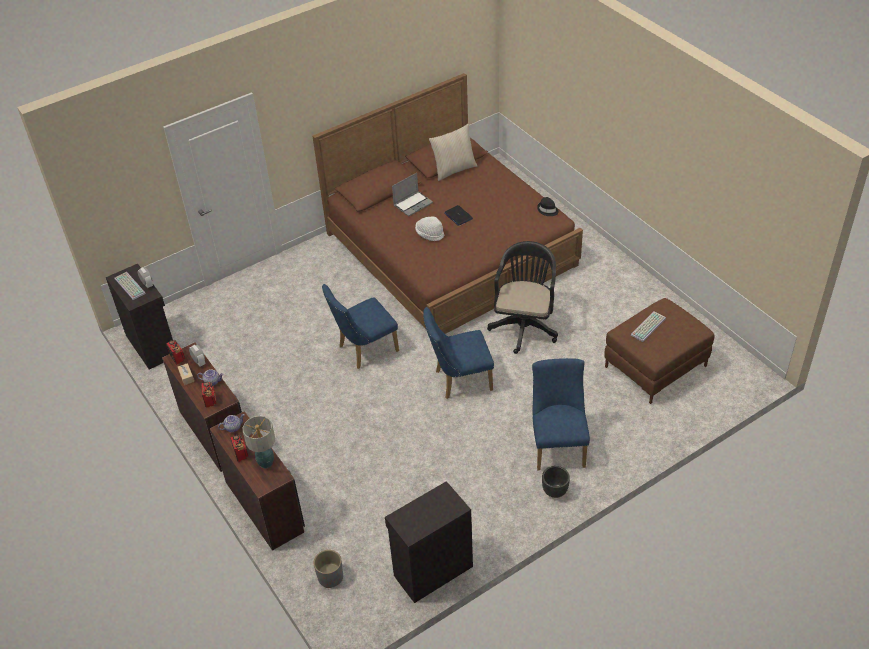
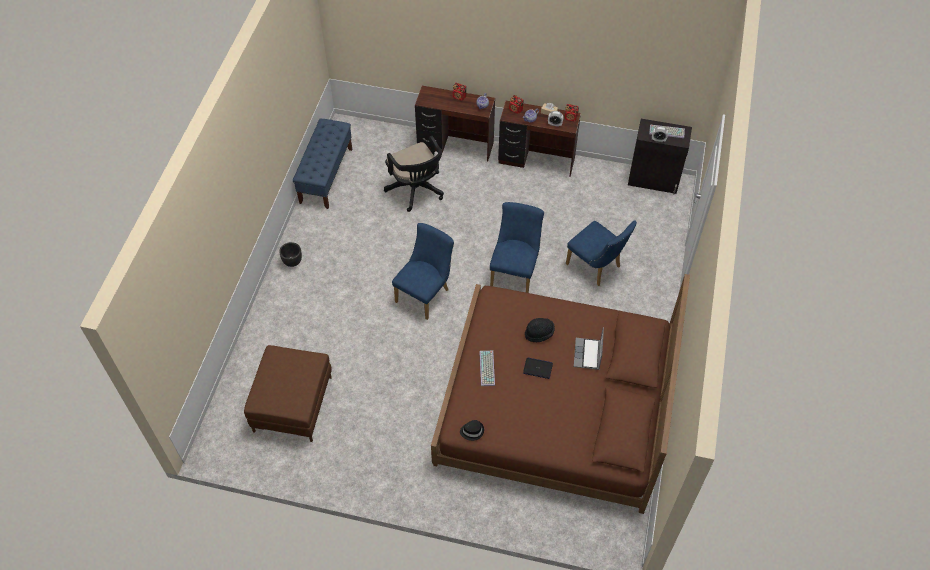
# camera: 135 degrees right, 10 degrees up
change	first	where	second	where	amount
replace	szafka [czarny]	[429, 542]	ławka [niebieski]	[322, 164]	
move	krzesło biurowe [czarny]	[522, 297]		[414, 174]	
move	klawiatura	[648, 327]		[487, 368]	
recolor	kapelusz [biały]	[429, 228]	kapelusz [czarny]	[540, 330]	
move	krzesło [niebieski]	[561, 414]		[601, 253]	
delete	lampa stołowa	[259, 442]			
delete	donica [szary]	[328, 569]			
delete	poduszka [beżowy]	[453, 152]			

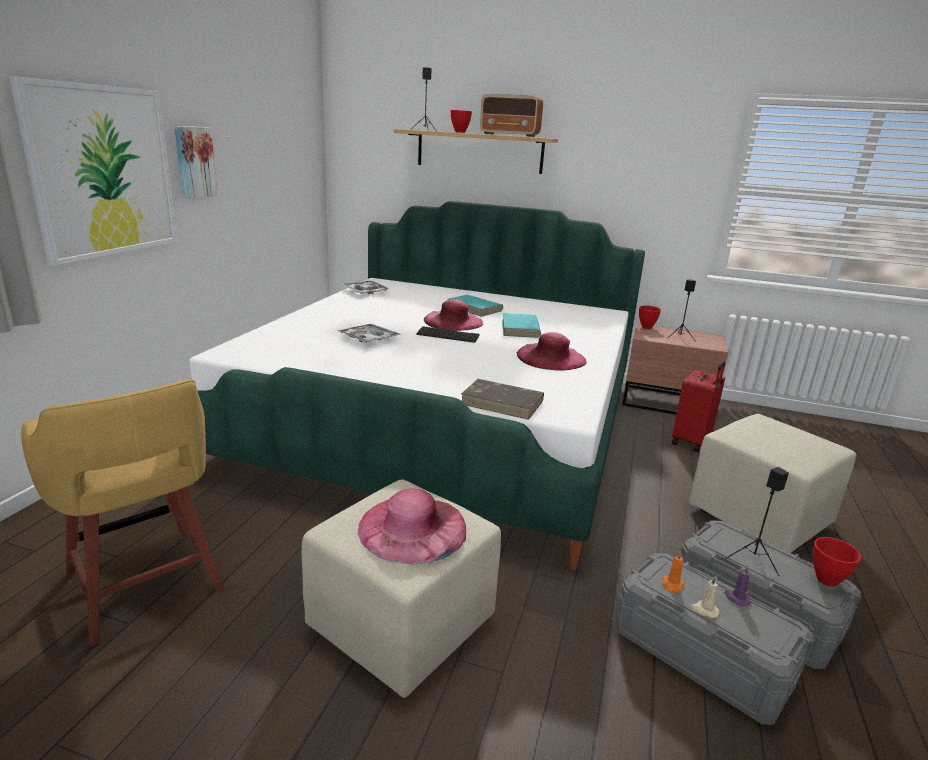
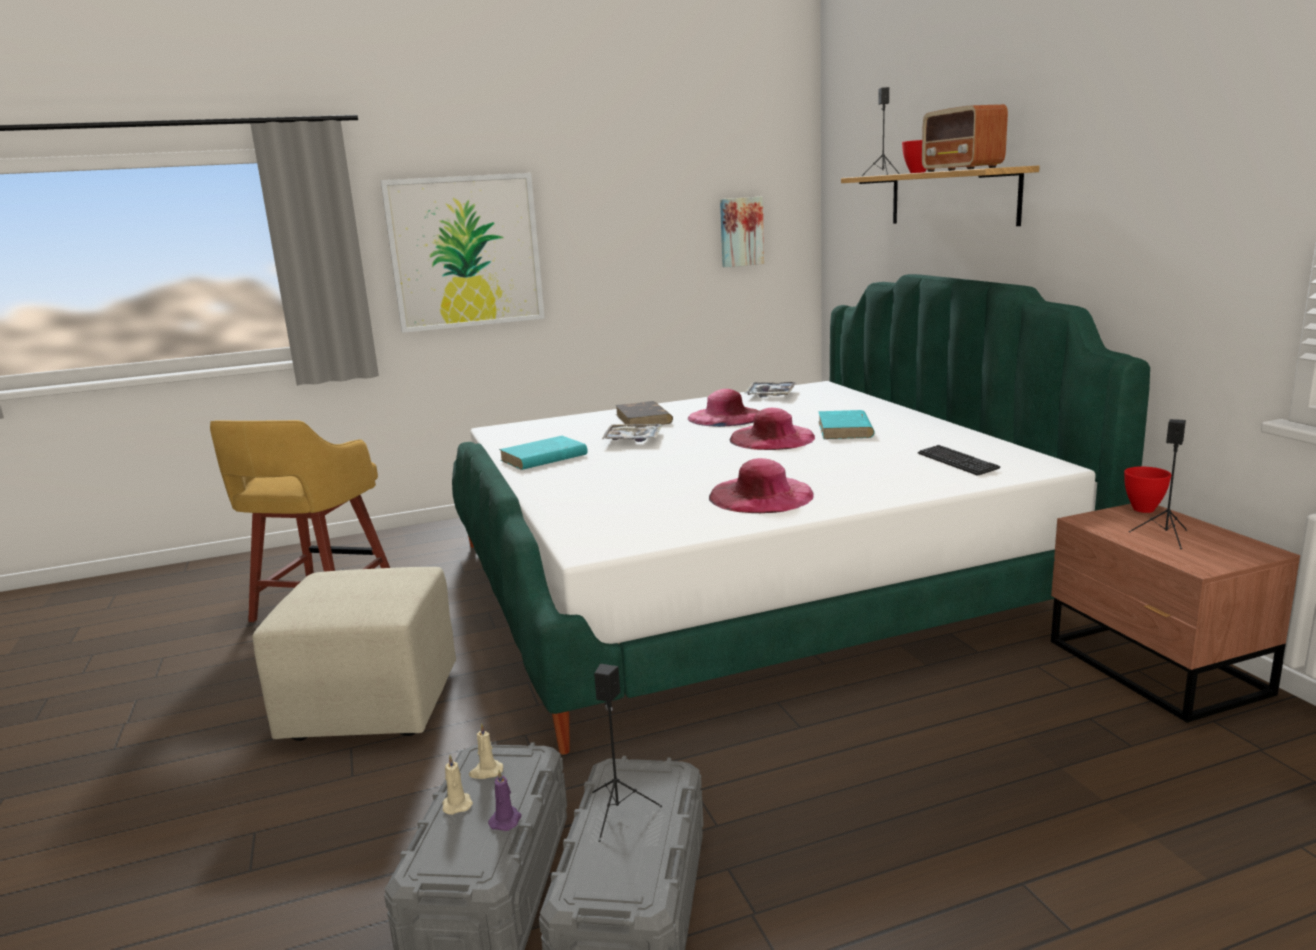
# camera: 55 degrees right, 5 degrees down
change	first	where	second	where	amount
recolor	świeca [pomarańczowy]	[674, 572]	świeca [beżowy]	[486, 751]	
move	książka [turkusowy]	[521, 325]		[543, 453]	
move	książka [brązowy]	[502, 399]		[644, 414]	
move	kapelusz [różowy]	[412, 526]		[723, 408]	
move	obraz	[196, 162]		[742, 232]	
move	klawiatura	[448, 334]		[959, 460]	
delete	walizka [czerwony]	[698, 406]			
delete	pufa [beżowy]	[772, 483]			
delete	miska [czerwony]	[837, 562]			

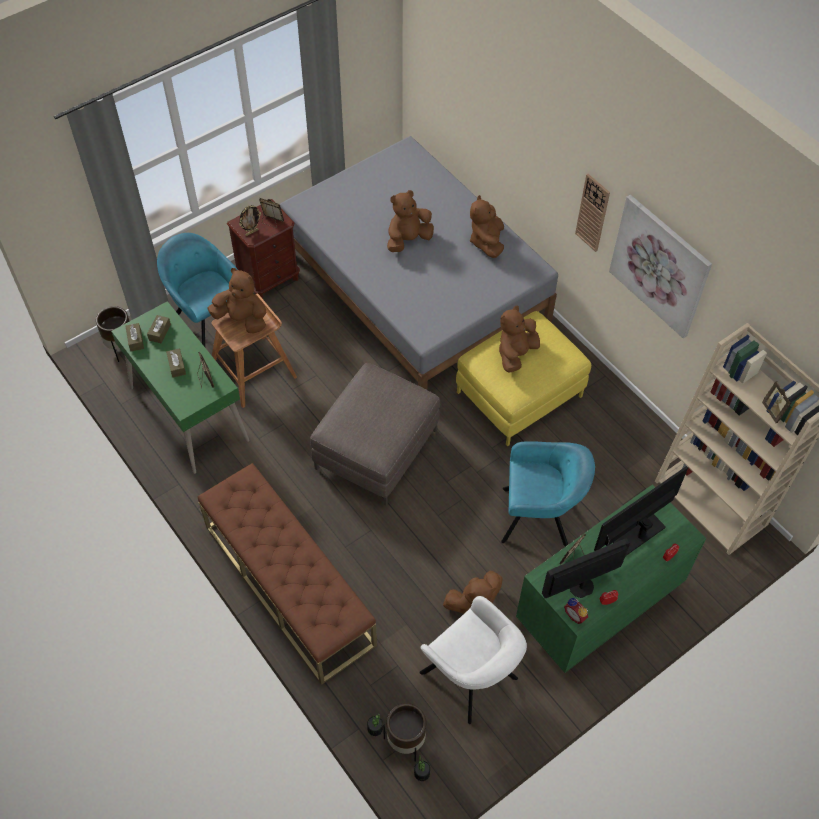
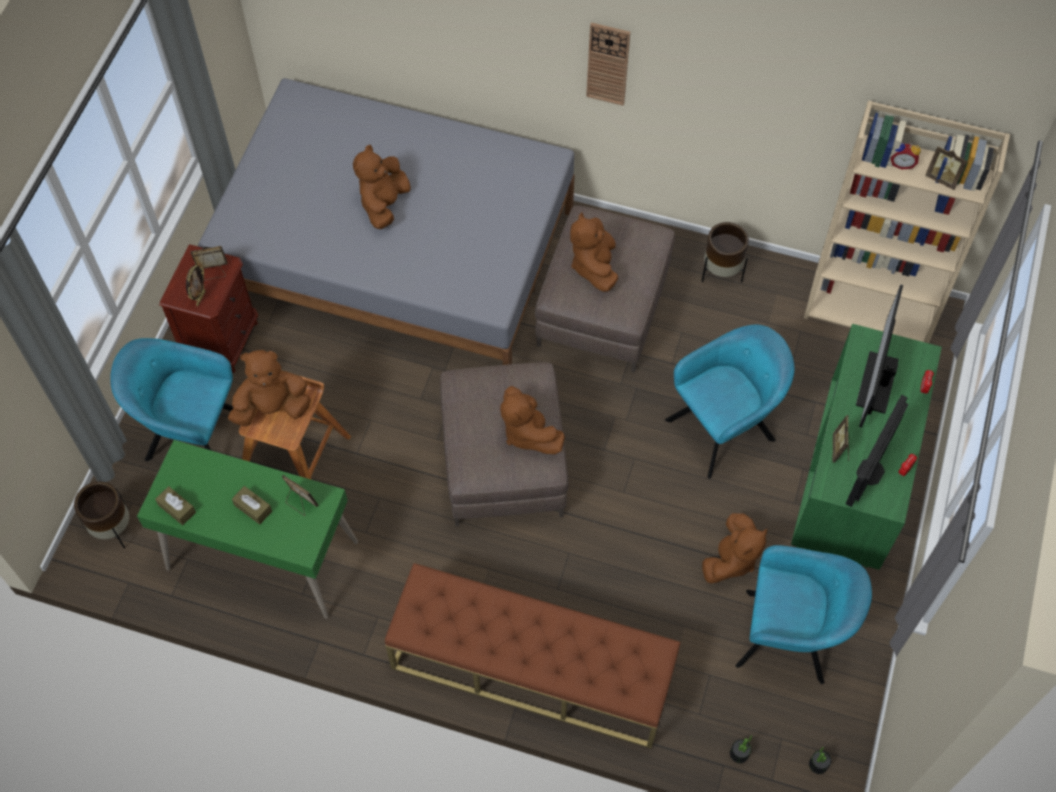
# camera: 35 degrees left, 5 degrees up
change	first	where	second	where	amount
move	pluszak [brązowy]	[487, 226]		[532, 420]	
recolor	pufa [żółty]	[523, 378]	pufa [brązowy]	[605, 288]	
move	donica [brązowy]	[404, 732]		[725, 252]	
recolor	fotel [biały]	[473, 660]	fotel [turkusowy]	[804, 614]	
move	budzik	[576, 611]		[905, 156]	
delete	pudełko chusteczek [brązowy]	[159, 329]			
delete	obraz	[660, 267]			

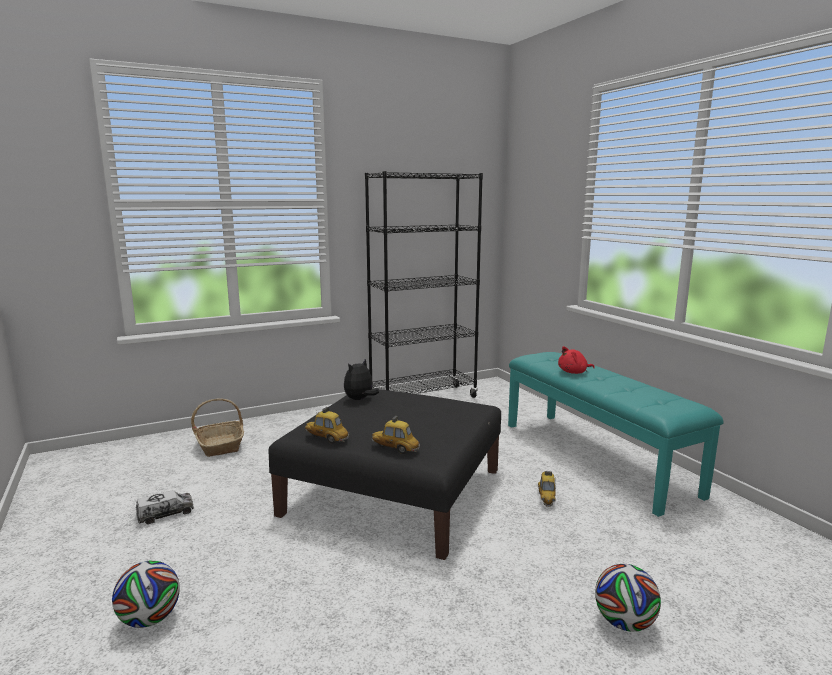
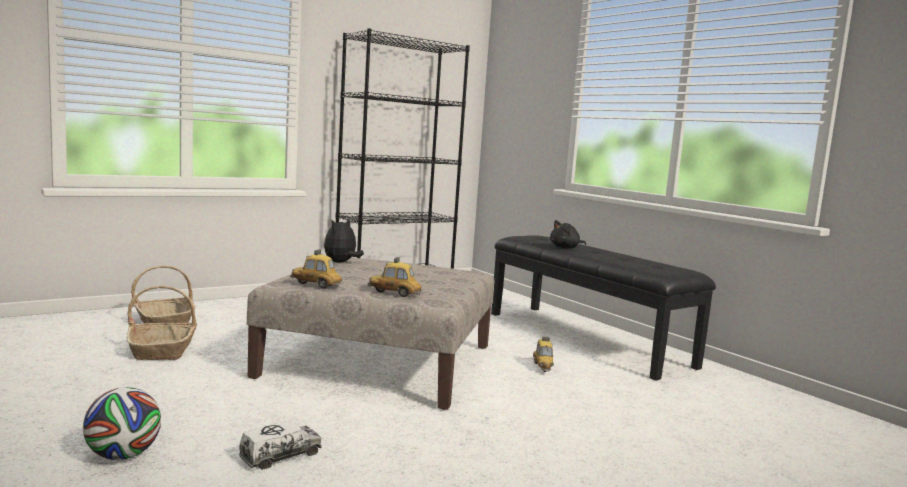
# camera: 10 degrees left, 5 degrees down
change	first	where	second	where	amount
insert			koszyk	[162, 323]	
move	ciężarówka zabawkowa	[165, 507]		[280, 445]	
recolor	pufa [czarny]	[385, 474]	pufa [beżowy]	[371, 333]	
recolor	ławka [turkusowy]	[616, 434]	ławka [czarny]	[603, 308]	
recolor	pluszak [czerwony]	[576, 360]	pluszak [czarny]	[568, 234]	
delete	piłka futbolowa	[628, 598]			

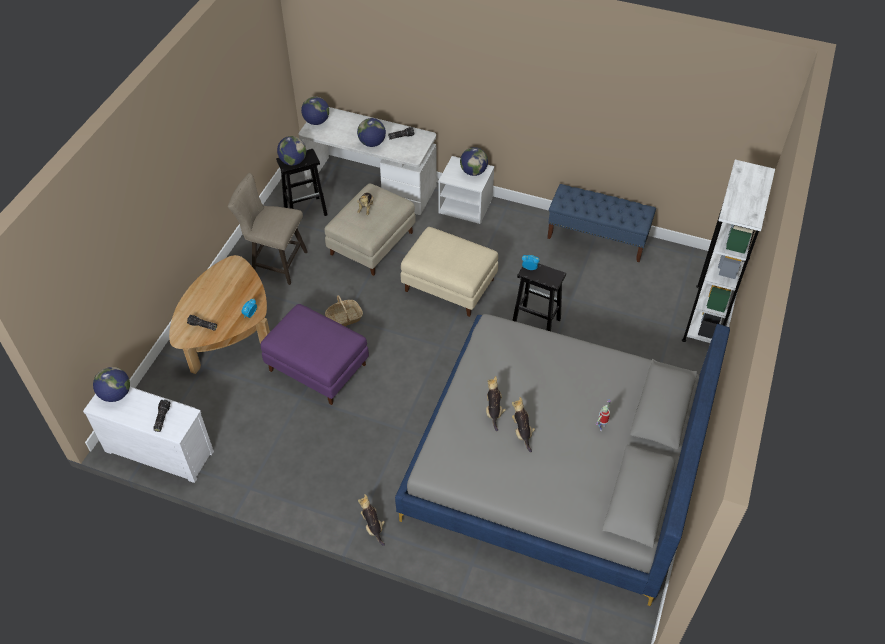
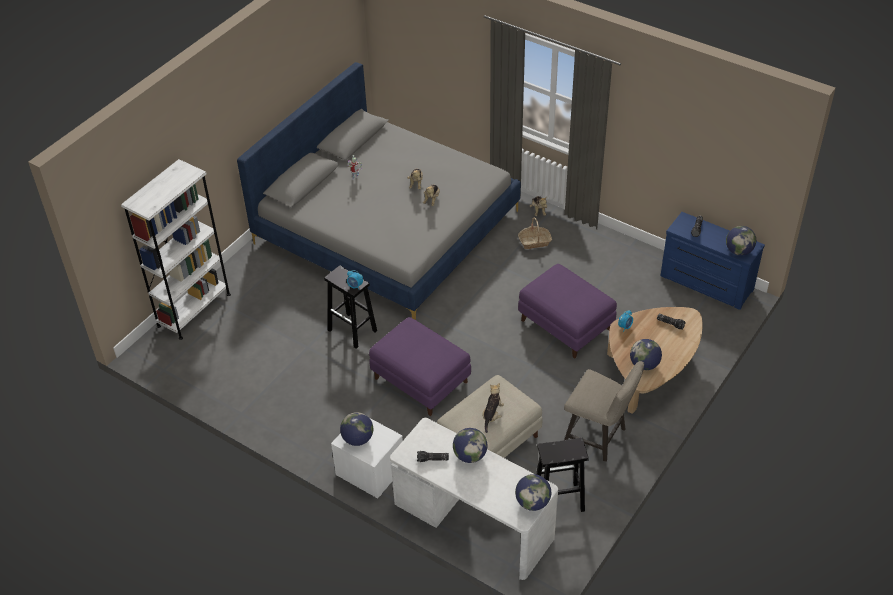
# camera: 165 degrees left, 5 degrees down
change	first	where	second	where	amount
recolor	pufa [beżowy]	[449, 272]	pufa [fioletowy]	[420, 366]	
move	koszyk	[344, 310]		[535, 233]	
move	globus	[291, 150]		[646, 354]	
recolor	komoda [biały]	[148, 435]	komoda [niebieski]	[712, 261]	
delete	ławka [niebieski]	[601, 223]			

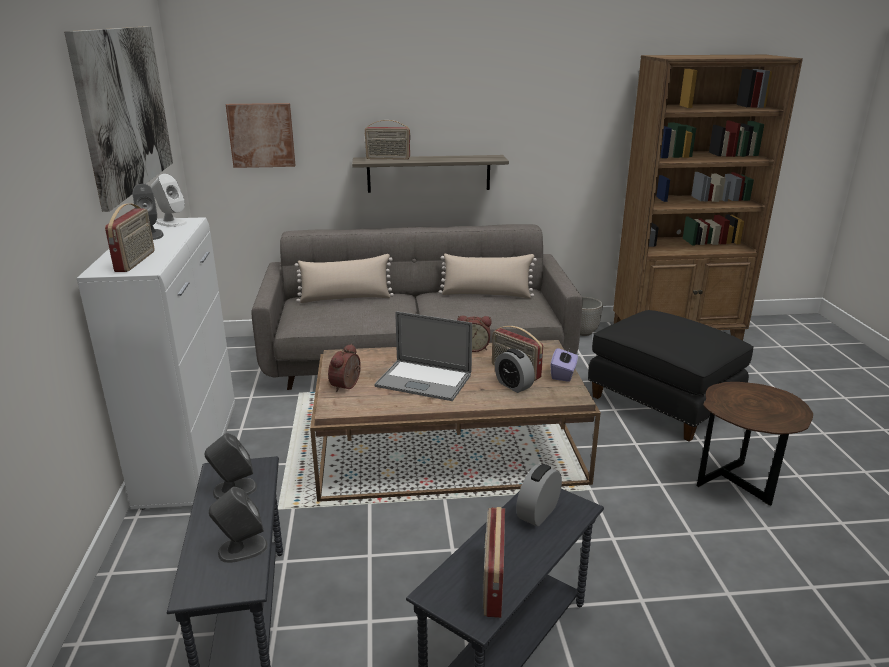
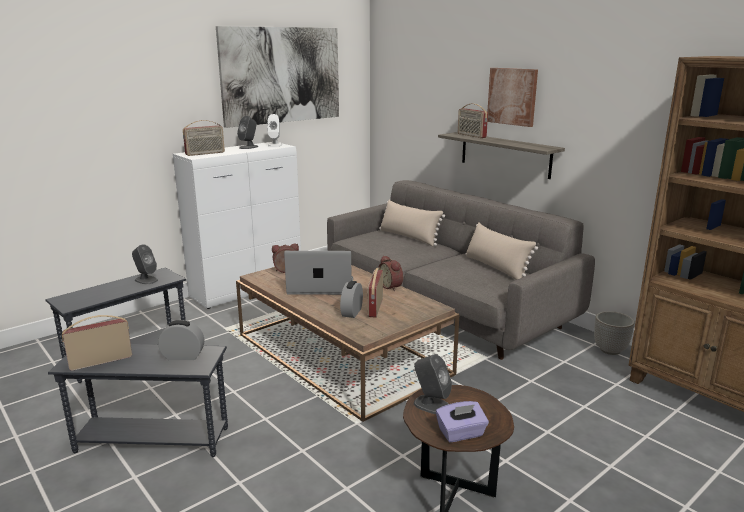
# camera: 55 degrees right, 5 degrees down
change	first	where	second	where	amount
rotate	laptop	[423, 356]		[318, 273]	105 degrees clockwise
move	głośnik [szary]	[238, 525]		[433, 384]	
move	pudełko chusteczek [fioletowy]	[564, 364]		[462, 421]	
move	obraz	[261, 135]		[512, 97]	
delete	pufa [czarny]	[671, 376]			

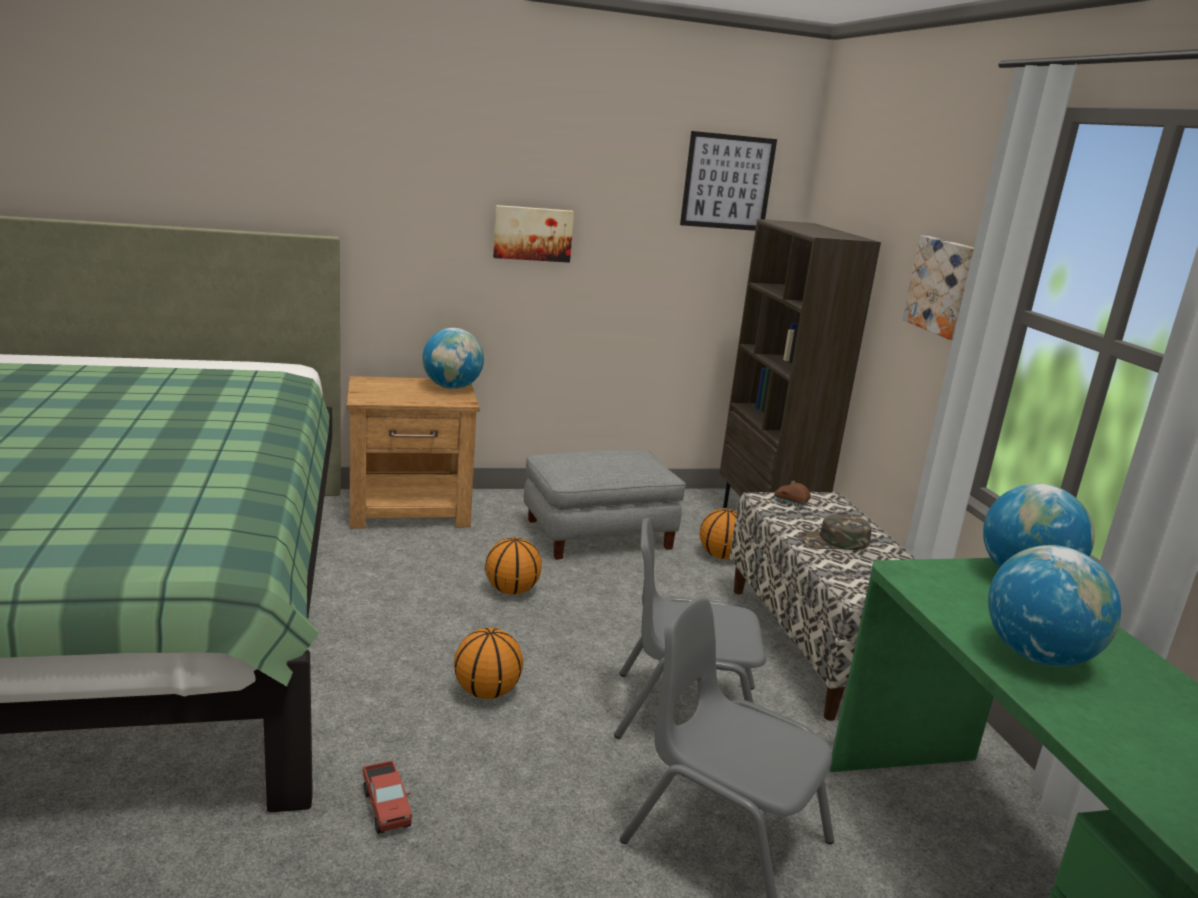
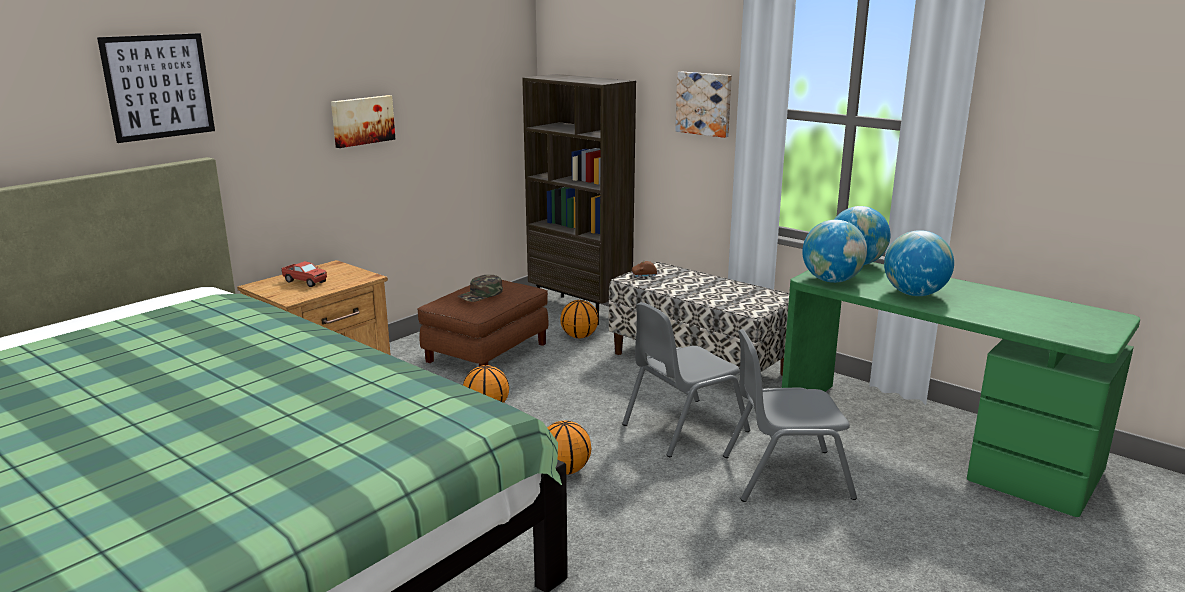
# camera: 35 degrees left, 0 degrees up
change	first	where	second	where	amount
move	obraz	[728, 181]		[156, 88]	
move	ciężarówka zabawkowa	[387, 797]		[304, 274]	
recolor	pufa [szary]	[604, 505]	pufa [brązowy]	[482, 323]	
move	czapka z daszkiem [zielony]	[834, 532]		[480, 288]	
move	globus	[453, 358]		[835, 251]	

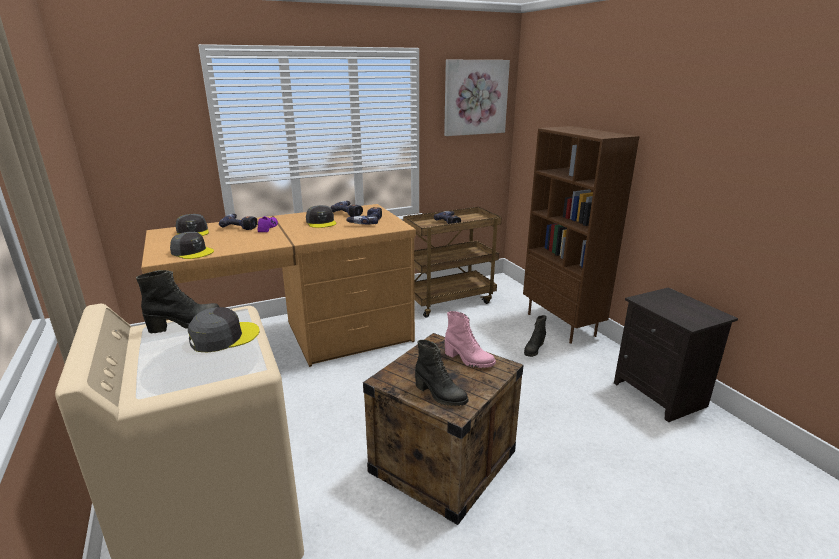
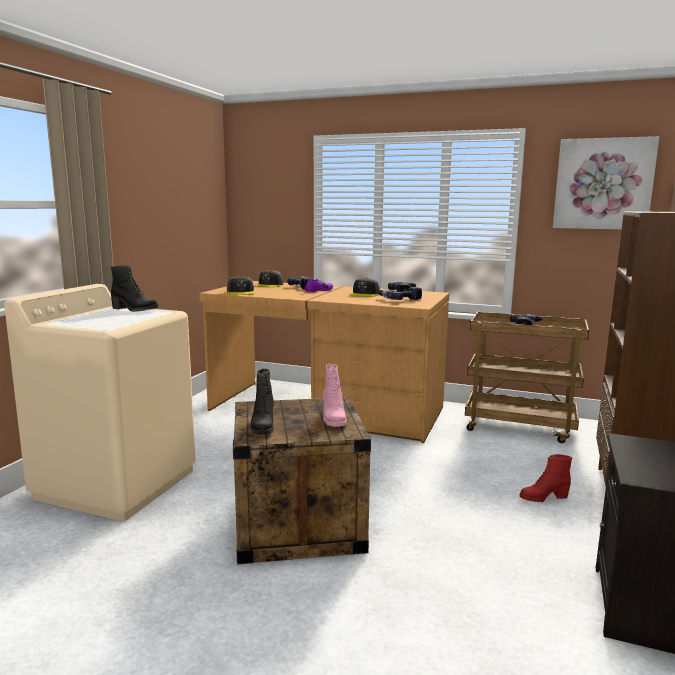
# camera: 45 degrees right, 10 degrees down
change	first	where	second	where	amount
recolor	but z cholewką [czarny]	[535, 336]	but z cholewką [czerwony]	[546, 478]	
delete	czapka z daszkiem [szary]	[224, 329]			

